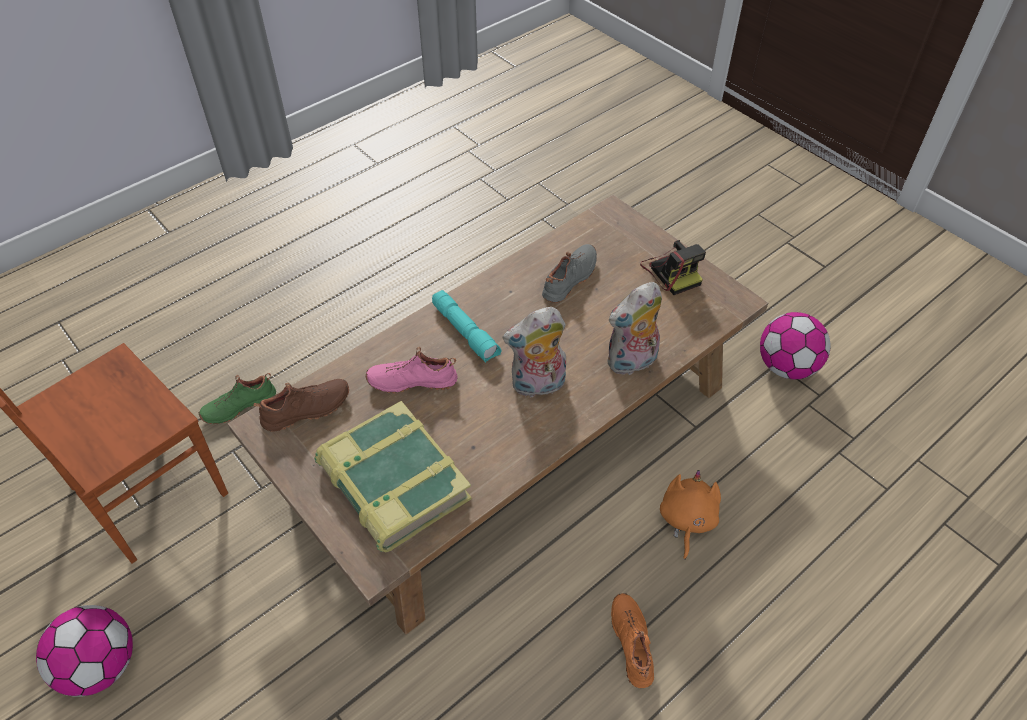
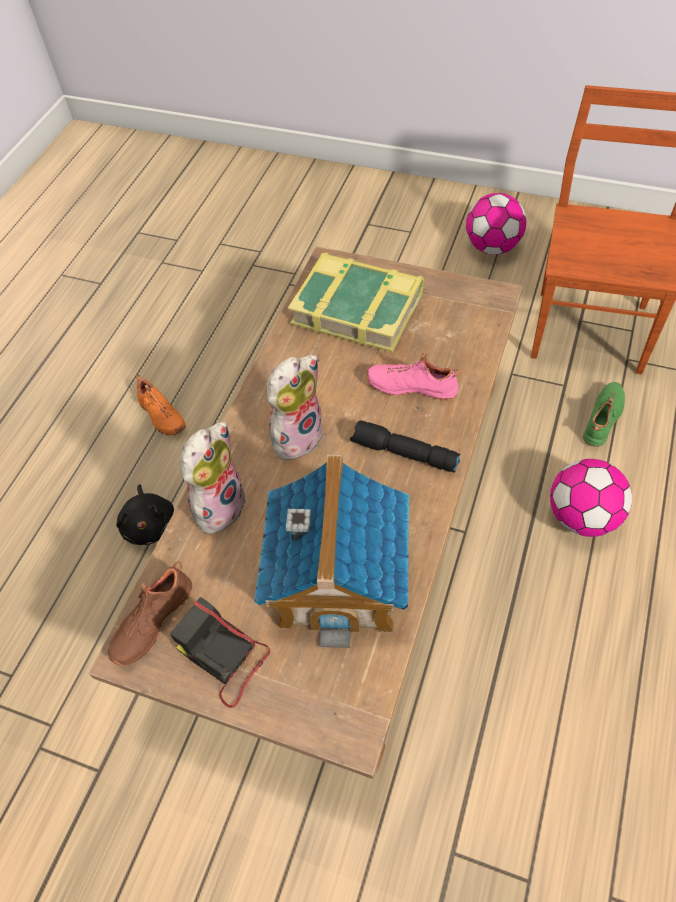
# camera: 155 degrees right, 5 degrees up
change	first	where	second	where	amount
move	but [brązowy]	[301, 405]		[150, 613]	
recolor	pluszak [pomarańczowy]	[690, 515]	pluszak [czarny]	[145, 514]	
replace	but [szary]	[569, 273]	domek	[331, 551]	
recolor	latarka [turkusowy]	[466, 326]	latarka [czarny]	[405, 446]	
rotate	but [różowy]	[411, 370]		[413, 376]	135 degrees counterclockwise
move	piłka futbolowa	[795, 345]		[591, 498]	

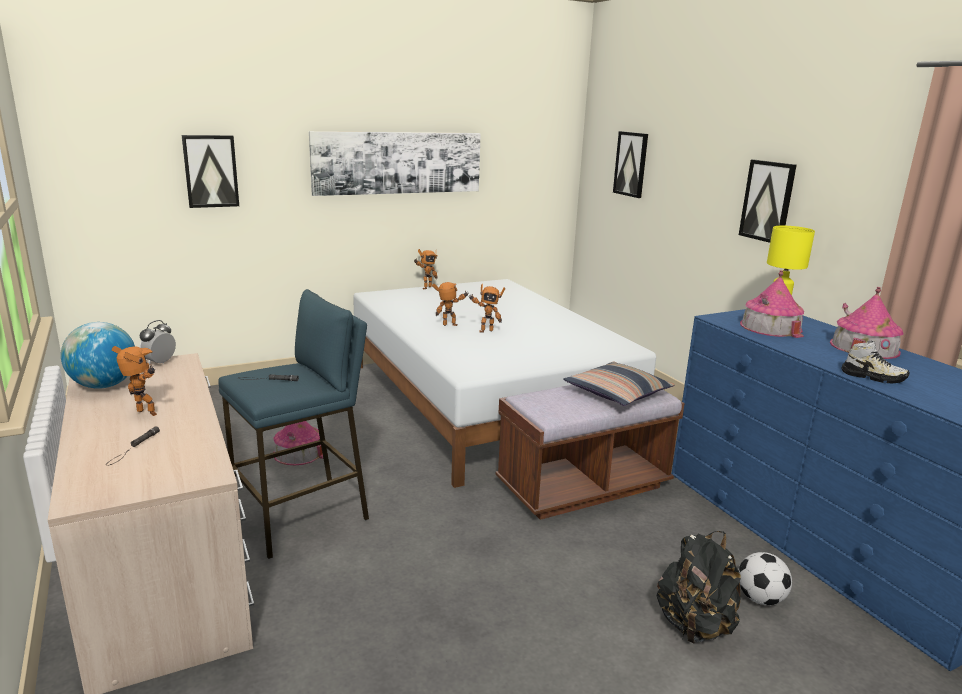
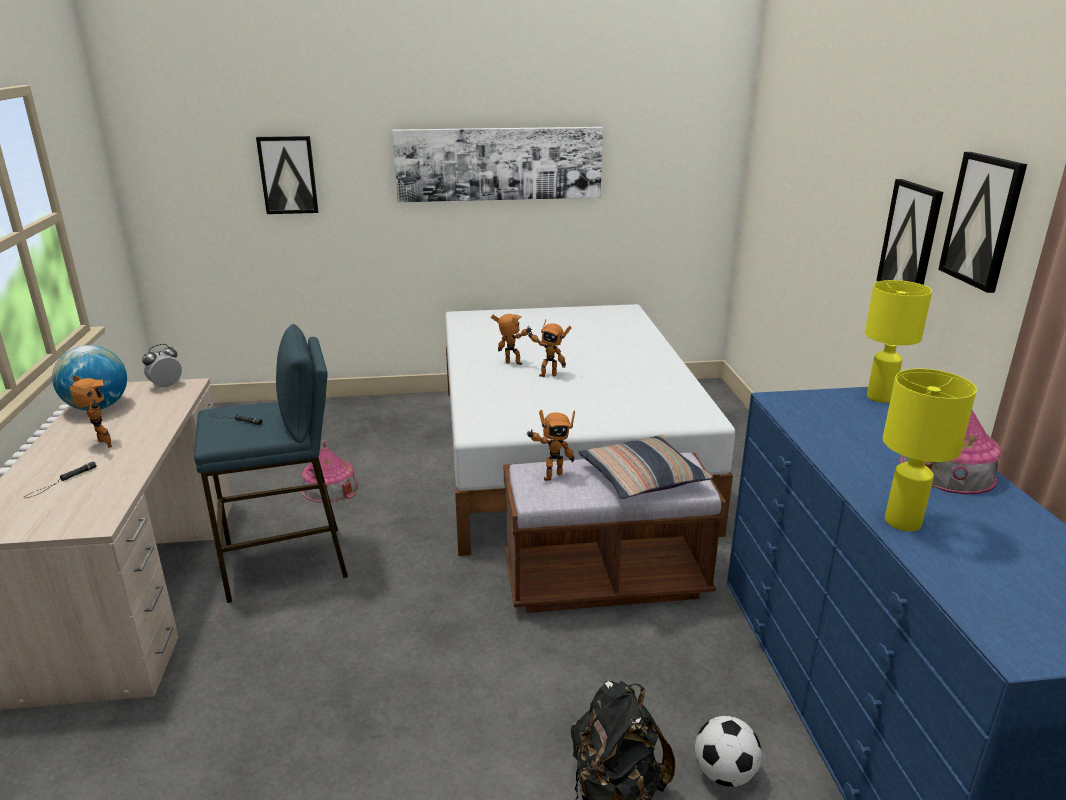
# camera: 20 degrees right, 5 degrees up
change	first	where	second	where	amount
move	robot zabawkowy	[426, 269]		[551, 445]	
replace	but	[876, 362]	lampa stołowa [żółty]	[930, 450]	
move	obraz	[630, 164]		[982, 222]	
delete	domek	[772, 304]			

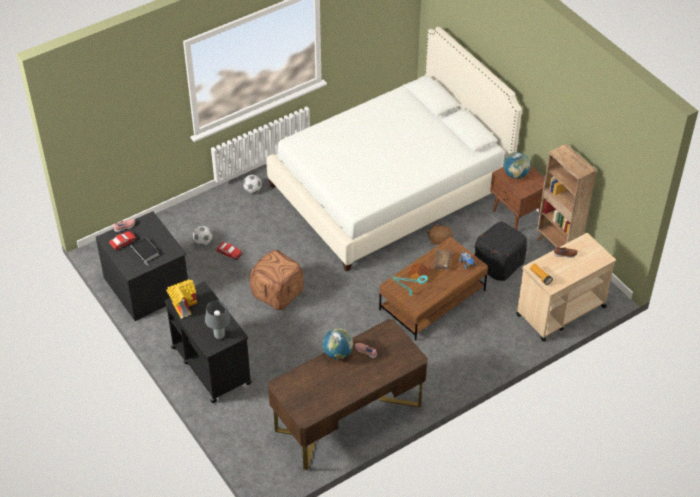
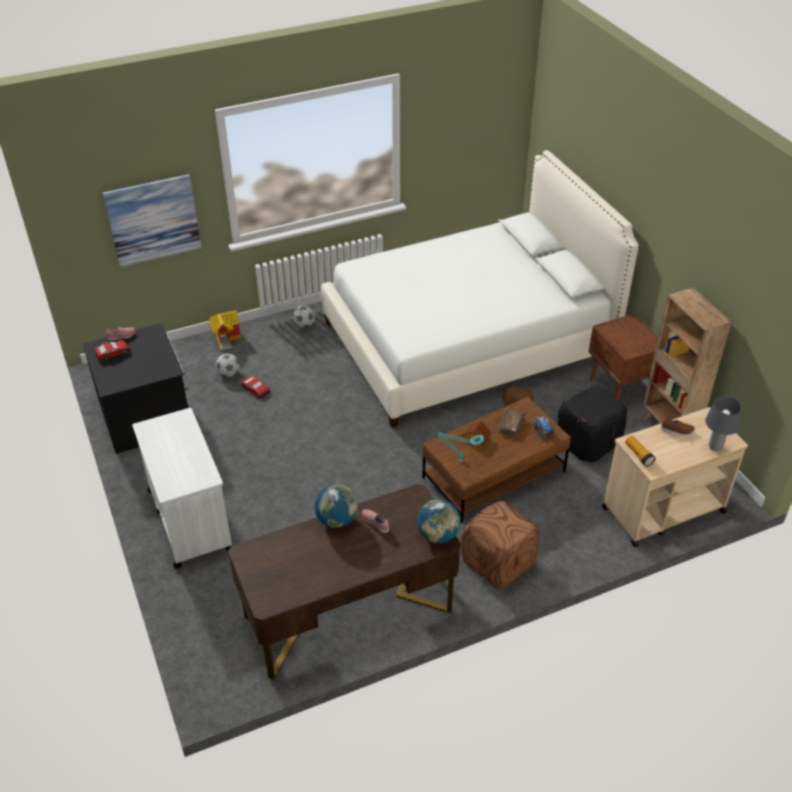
# camera: 10 degrees right, 5 degrees down
change	first	where	second	where	amount
insert			obraz	[152, 220]	
recolor	wózek [czarny]	[208, 342]	wózek [biały]	[182, 488]	
move	domek	[181, 299]		[225, 330]	
move	globus	[517, 165]		[439, 521]	
move	pufa [brązowy]	[276, 280]		[500, 544]	
move	lampa stołowa [szary]	[218, 319]		[723, 423]	
delete	książka	[144, 250]			

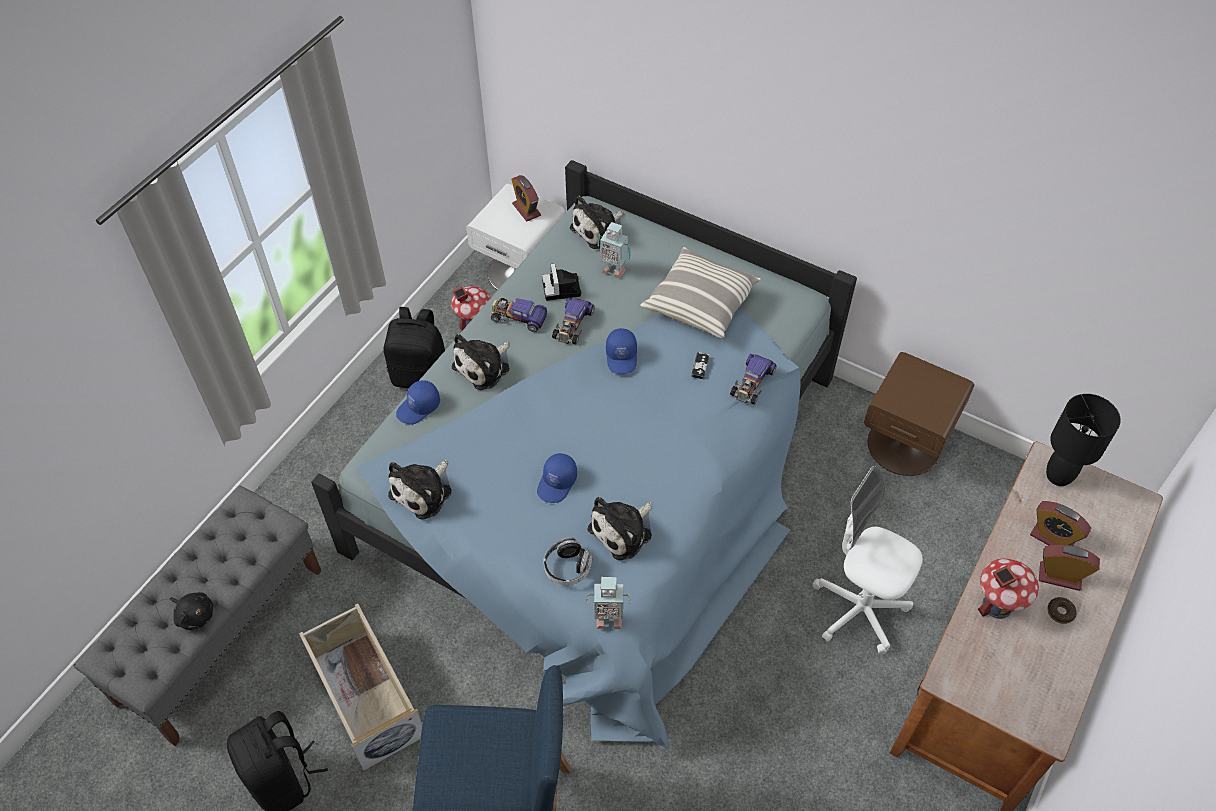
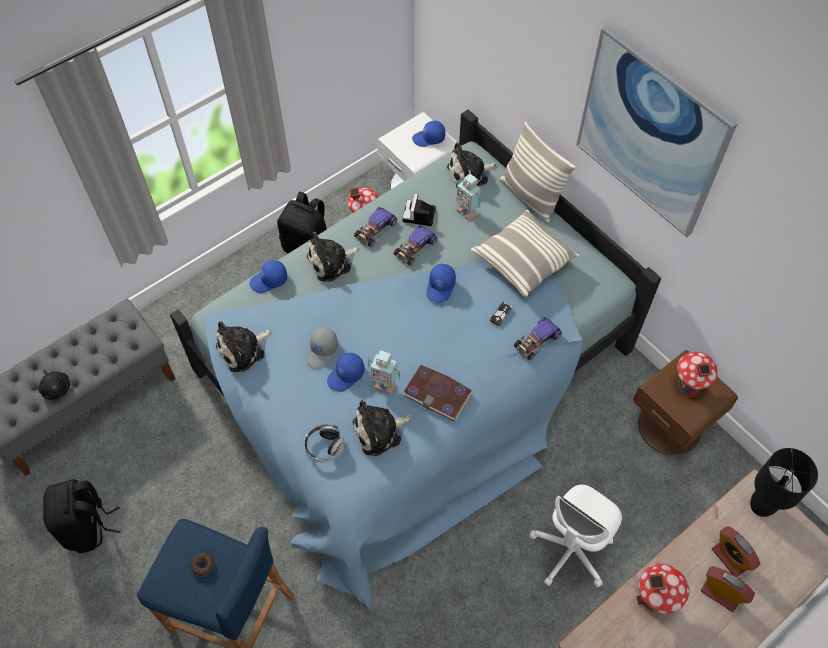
# camera: 20 degrees right, 5 degrees up
change	first	where	second	where	amount
move	donut	[1062, 610]		[202, 565]	
insert			czapka z daszkiem [szary]	[322, 347]	
rotate	samochodzik	[519, 315]		[375, 227]	90 degrees counterclockwise
move	robot zabawkowy	[608, 603]		[384, 372]	
insert			książka	[437, 393]	
replace	budzik	[526, 198]	czapka z daszkiem [niebieski]	[428, 134]	
insert			poduszka	[538, 172]	
rotate	krzesło biurowe [biały]	[867, 560]		[575, 536]	105 degrees counterclockwise
insert			obraz	[657, 131]	
insert			domek	[697, 375]	
delete	pojemnik do przechowywania [beżowy]	[361, 687]			

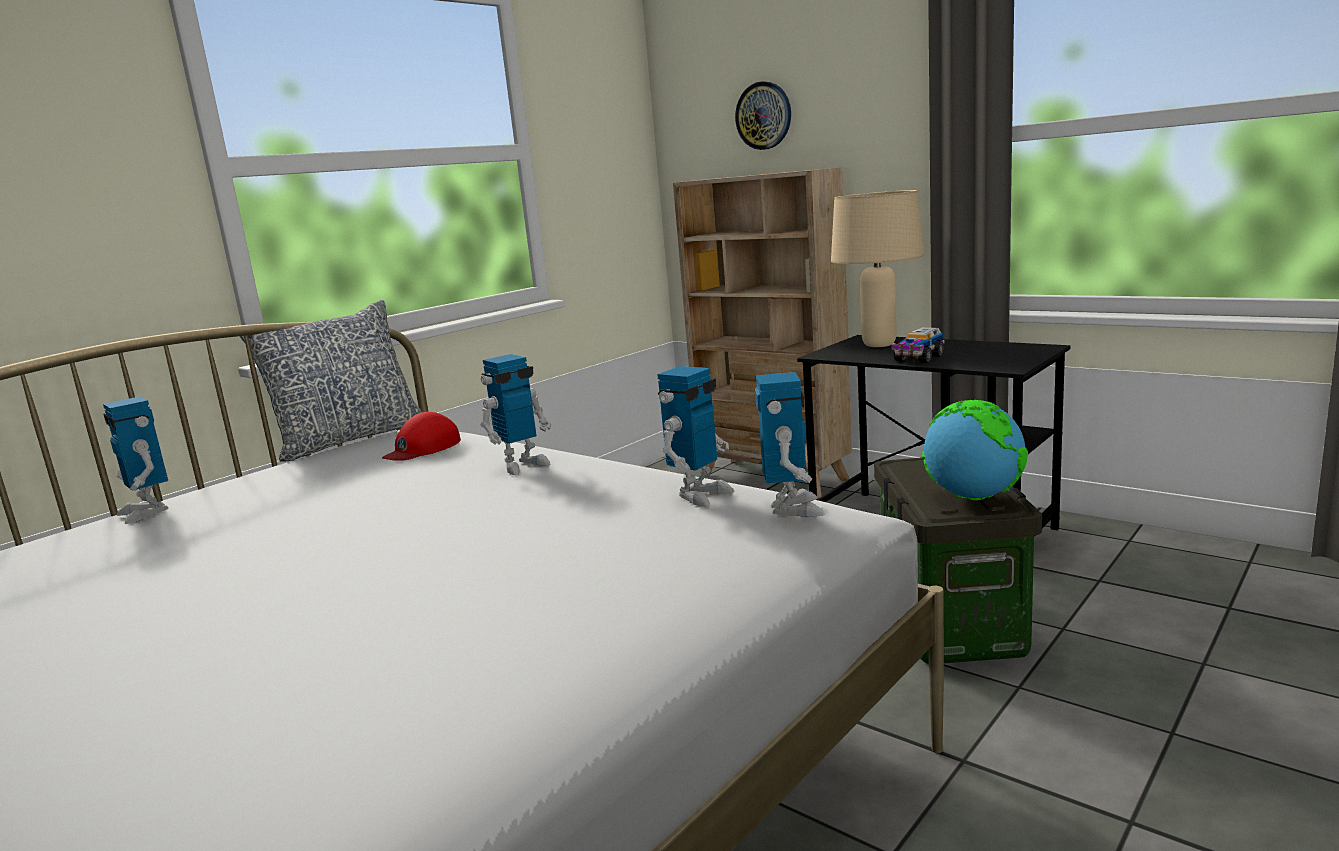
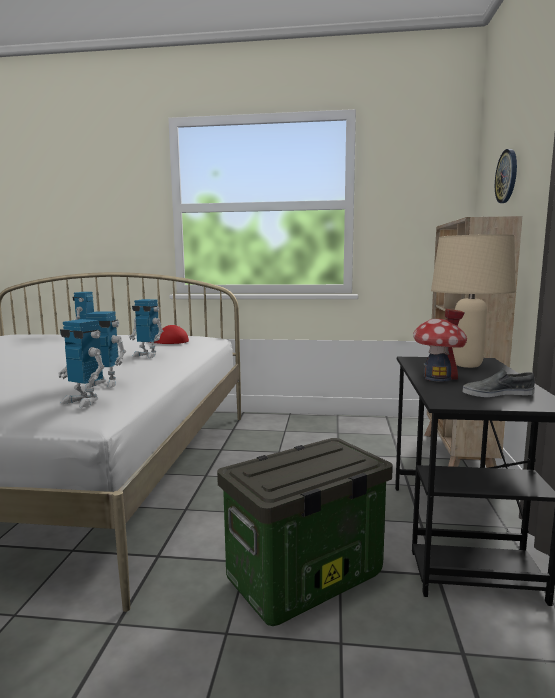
# camera: 55 degrees right, 5 degrees down
change	first	where	second	where	amount
rotate	robot zabawkowy	[790, 444]		[81, 363]	60 degrees clockwise
replace	ciężarówka zabawkowa	[918, 345]	domek	[440, 345]	
insert			but [szary]	[498, 383]	
delete	poduszka	[329, 381]			
delete	globus	[975, 450]			

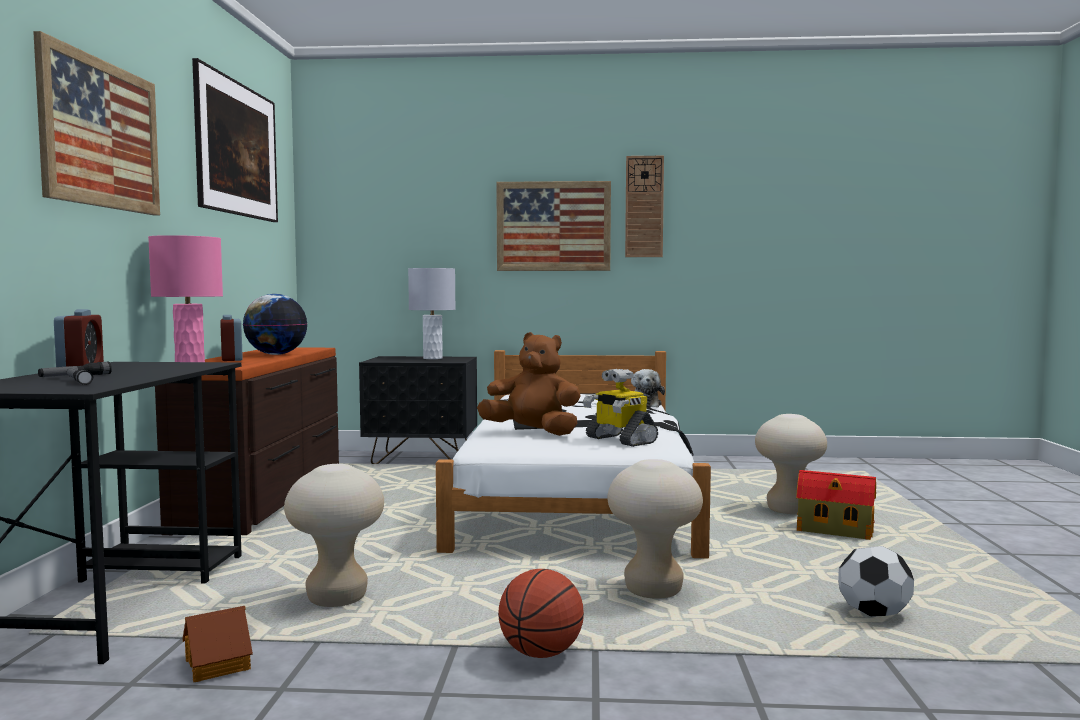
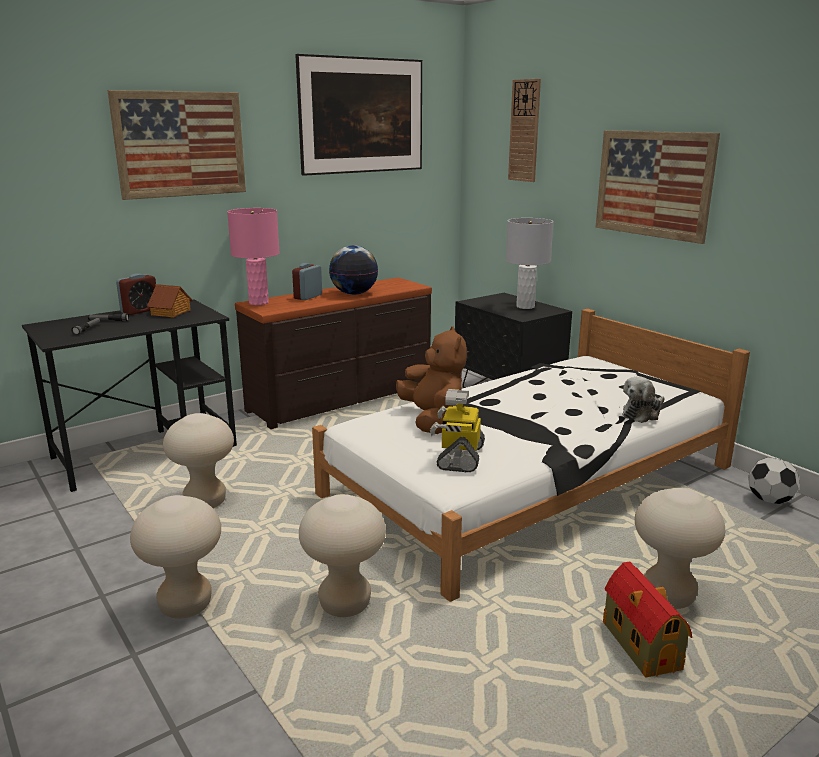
# camera: 50 degrees right, 15 degrees up
change	first	where	second	where	amount
replace	piłka do koszykówki	[541, 613]	stołek [beżowy]	[175, 557]	
move	domek	[217, 644]		[170, 300]	
move	zegar ścienny	[644, 206]		[524, 130]	
move	piłka futbolowa	[876, 581]		[774, 480]	

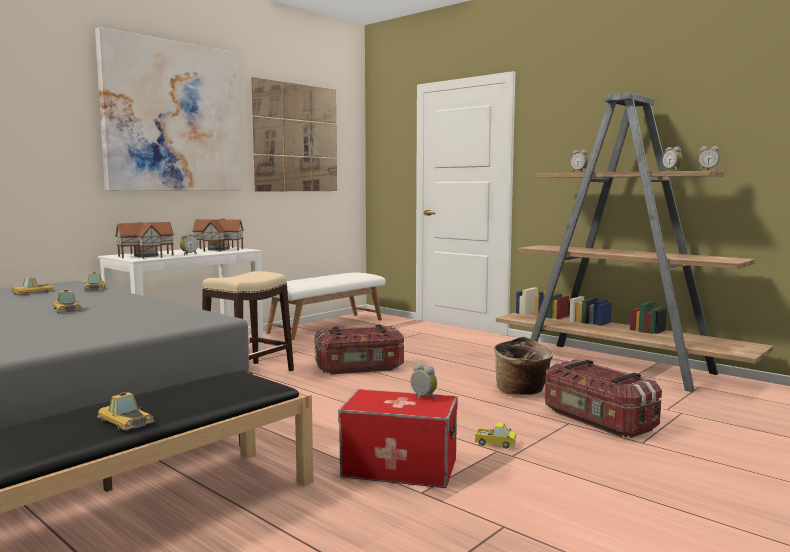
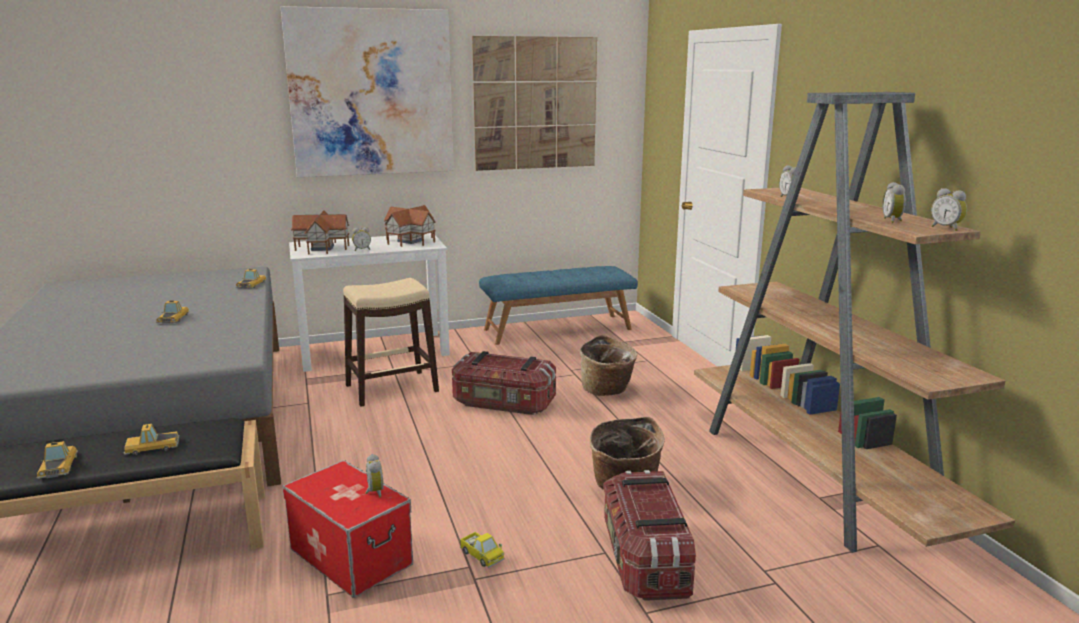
# camera: 30 degrees right, 10 degrees up
change	first	where	second	where	amount
move	samochodzik	[32, 285]		[151, 439]	
recolor	ławka [biały]	[325, 306]	ławka [niebieski]	[558, 305]	
insert			koszyk	[608, 365]	

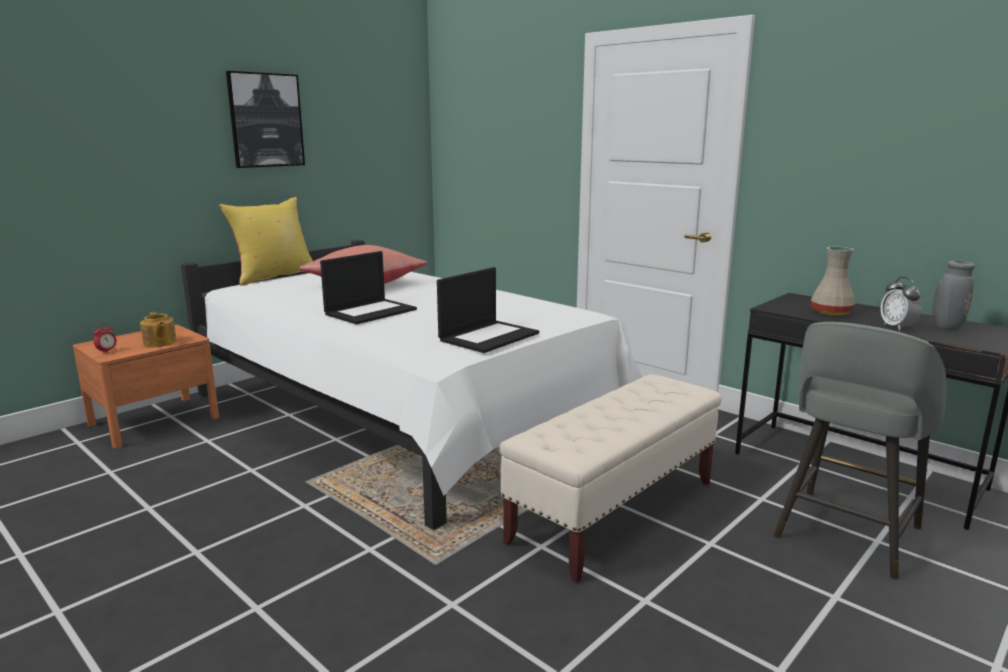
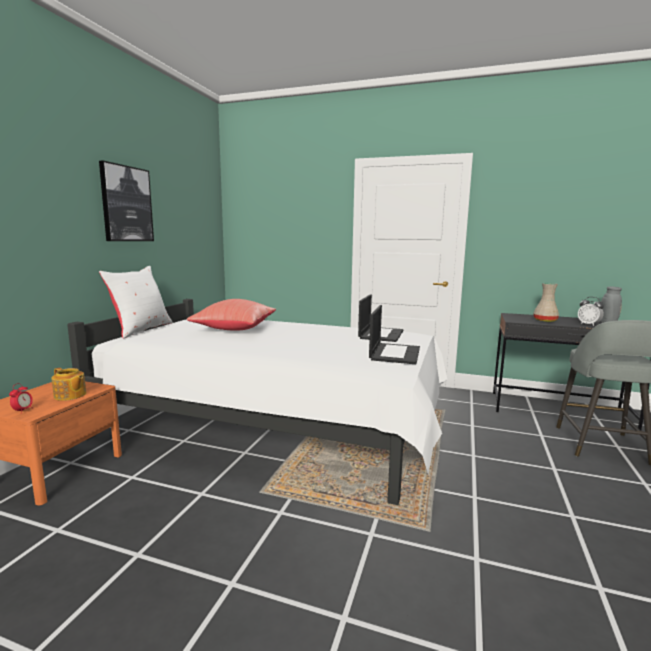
# camera: 25 degrees left, 5 degrees down
change	first	where	second	where	amount
recolor	poduszka [żółty]	[266, 241]	poduszka [biały]	[136, 302]	
move	laptop	[368, 288]		[380, 318]	
delete	ławka [beżowy]	[610, 478]			

